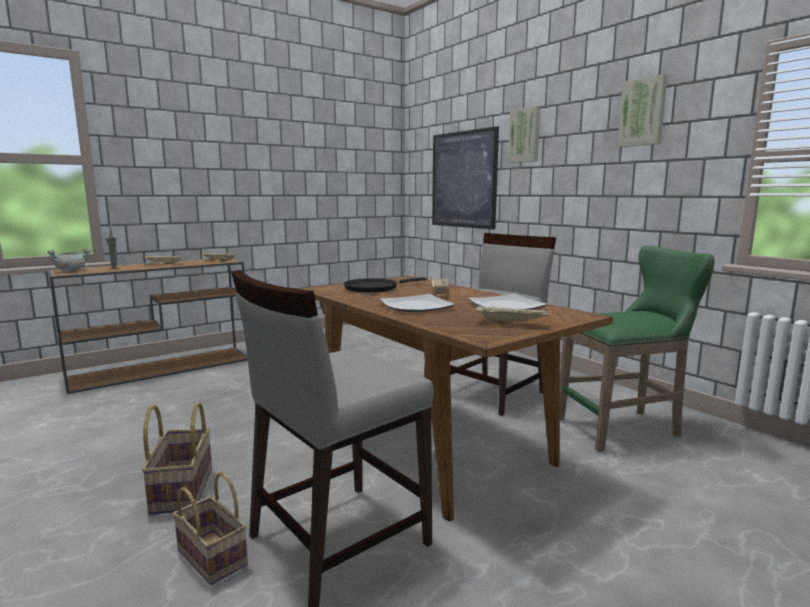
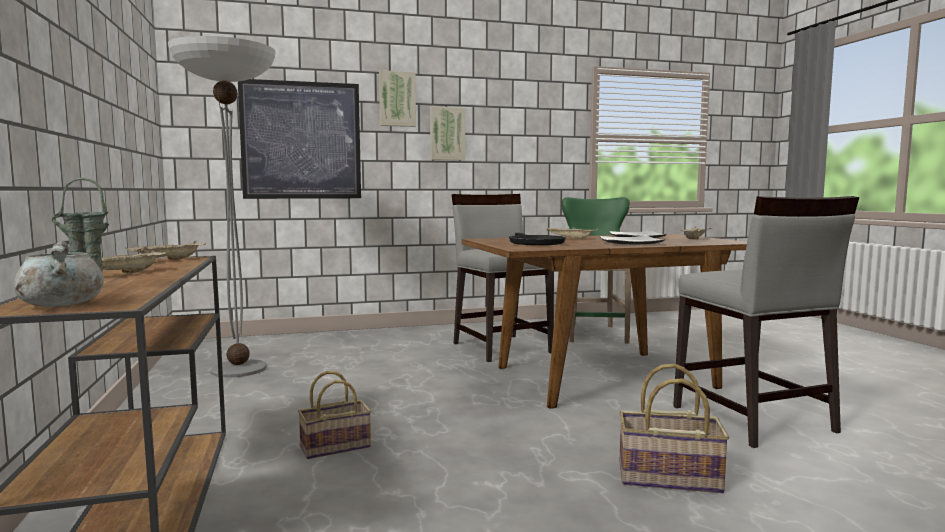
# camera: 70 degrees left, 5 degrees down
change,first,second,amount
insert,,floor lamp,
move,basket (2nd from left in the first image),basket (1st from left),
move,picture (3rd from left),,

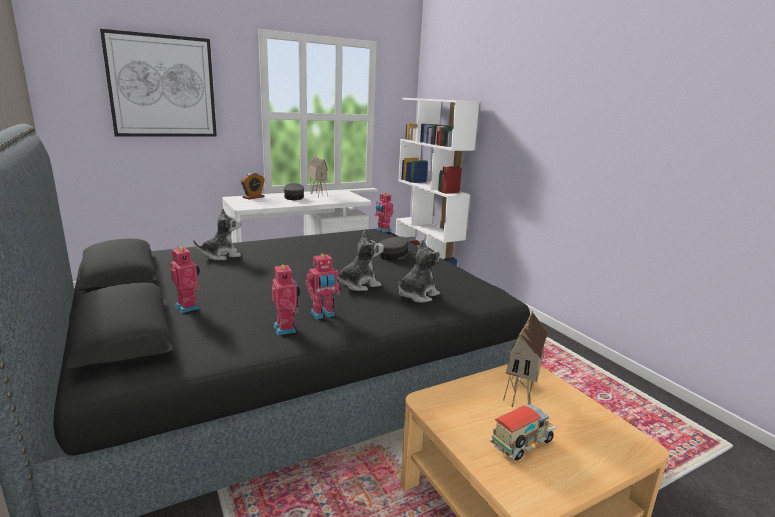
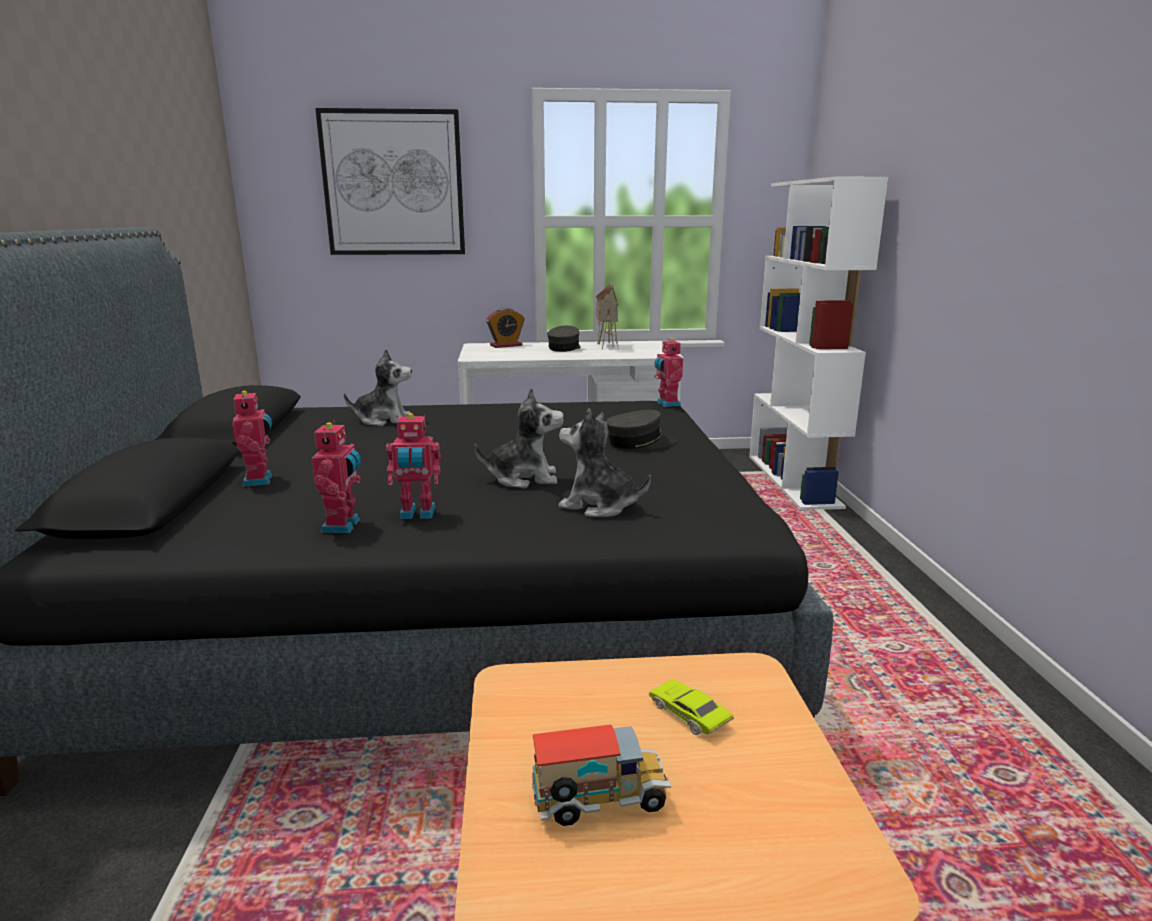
# camera: 25 degrees right, 0 degrees up
change,first,second,amount
replace,toy house (2nd from left),toy car (green),
rotate,plush toy (3rd from left),,135 degrees counterclockwise

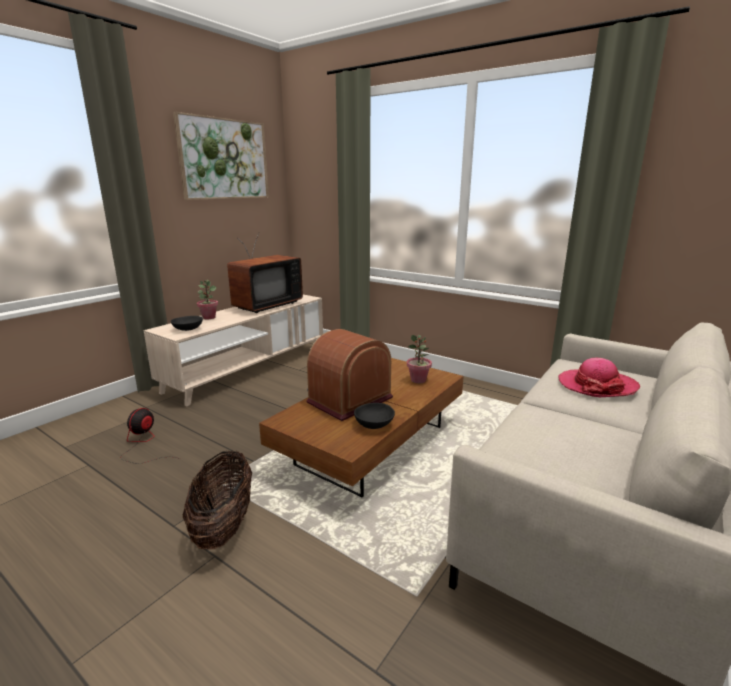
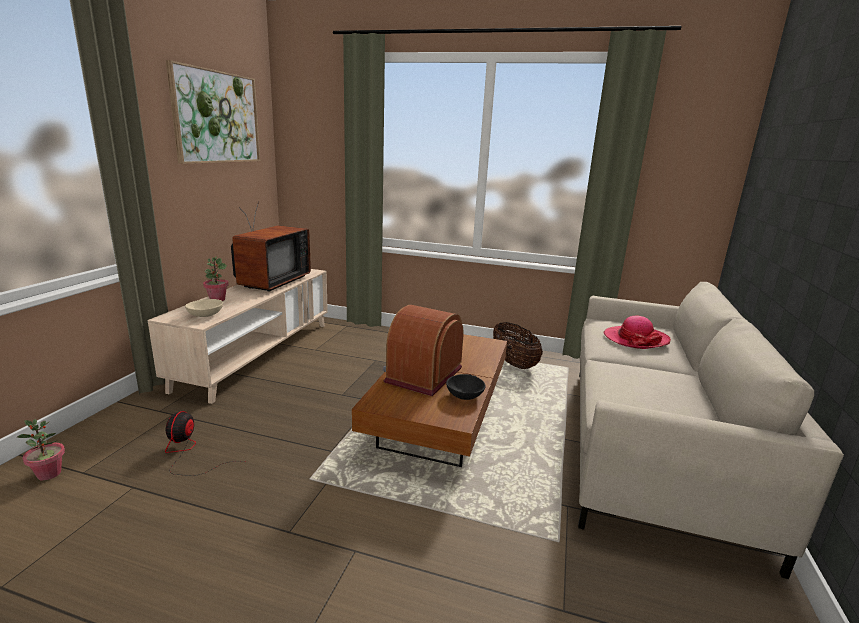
# camera: 20 degrees left, 0 degrees up
change,first,second,amount
move,basket,,
move,potted plant (2nd from left in the first image),potted plant (1st from left),
recolor,bowl (black) (1st from left),bowl (beige),

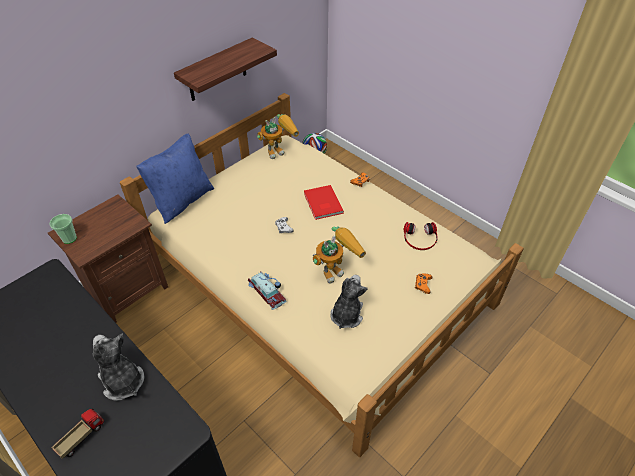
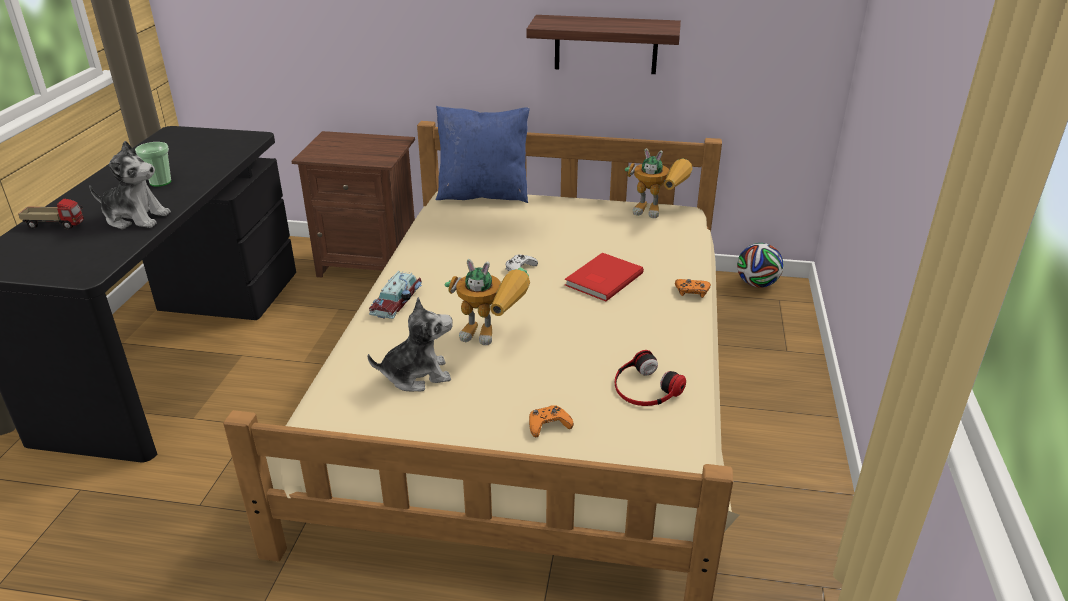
# camera: 55 degrees right, 15 degrees down
change,first,second,amount
move,cup,,
rotate,plush toy (1st from left),,90 degrees clockwise

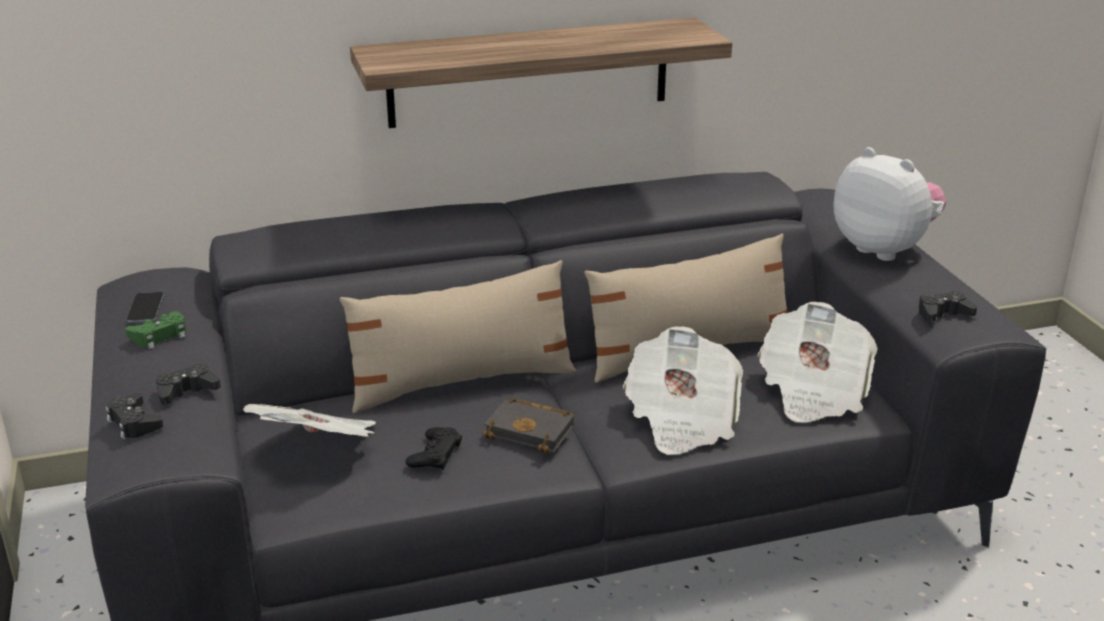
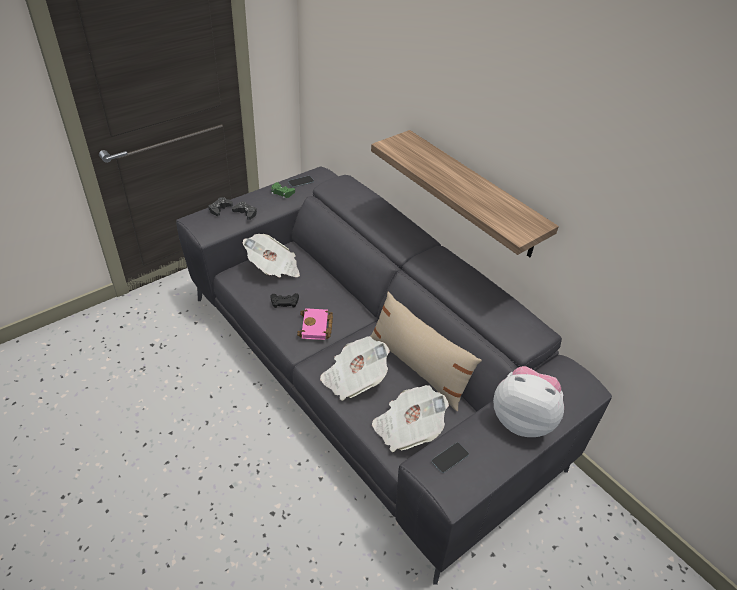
# camera: 65 degrees right, 15 degrees up
change,first,second,amount
delete,pillow (beige) (1st from left),,
replace,game controller (black) (4th from left),phone (2nd from left),
recolor,book (black),book (pink),
rotate,plush toy,,90 degrees counterclockwise

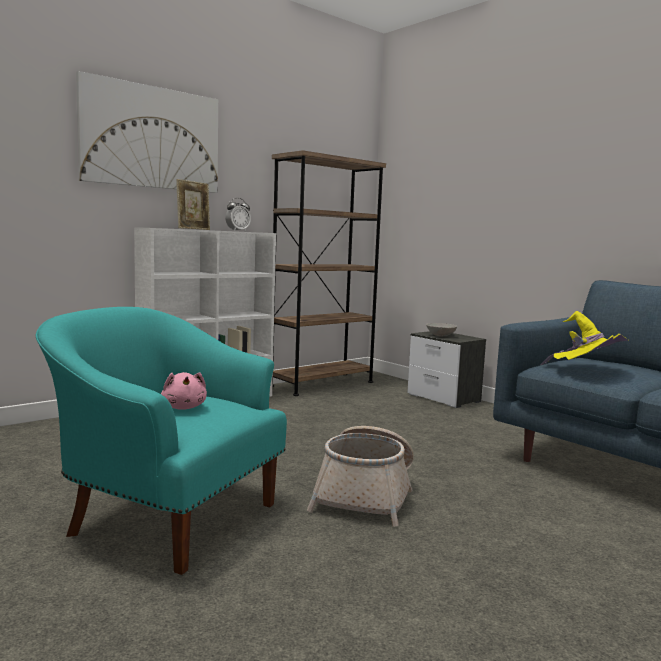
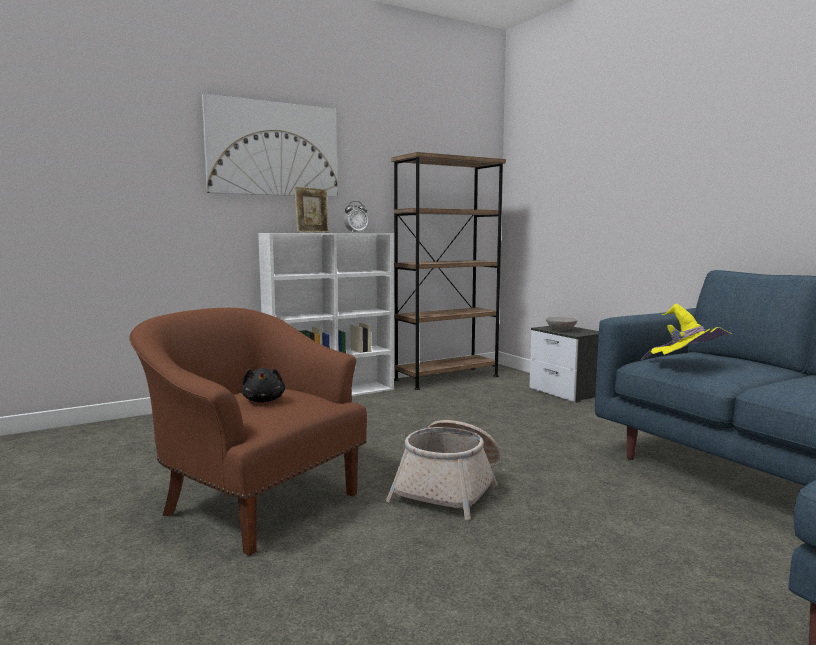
# camera: 10 degrees right, 0 degrees up
change,first,second,amount
recolor,armchair (turquoise),armchair (brown),
recolor,plush toy (pink),plush toy (black),

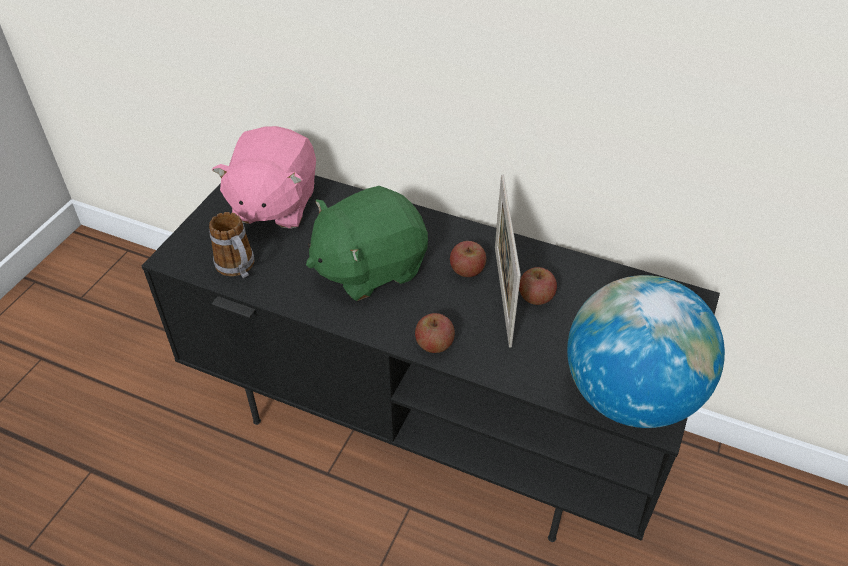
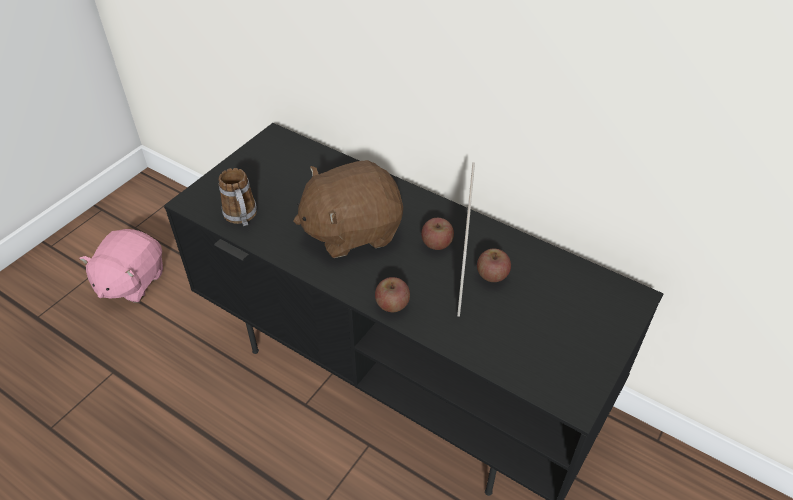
# camera: 10 degrees right, 0 degrees up
change,first,second,amount
delete,globe,,
move,plush toy (pink),,
recolor,plush toy (green),plush toy (brown),

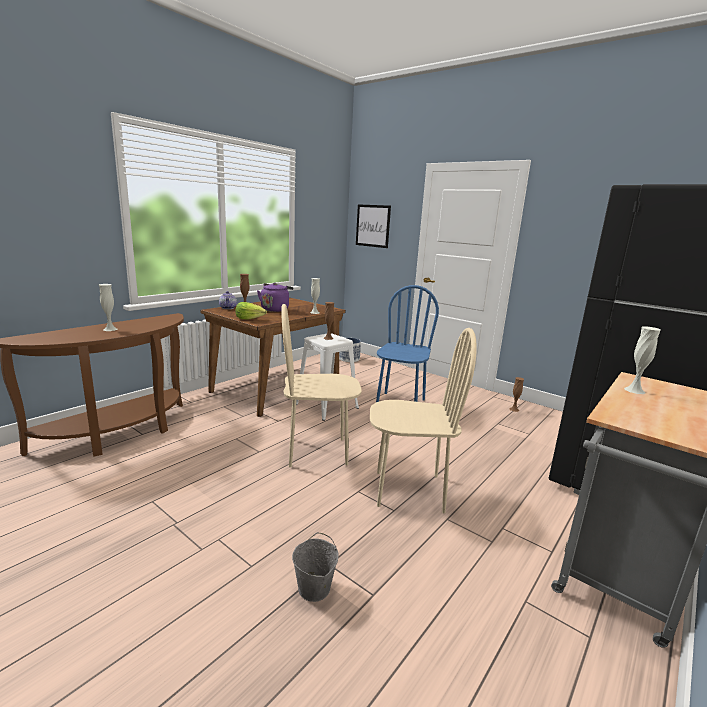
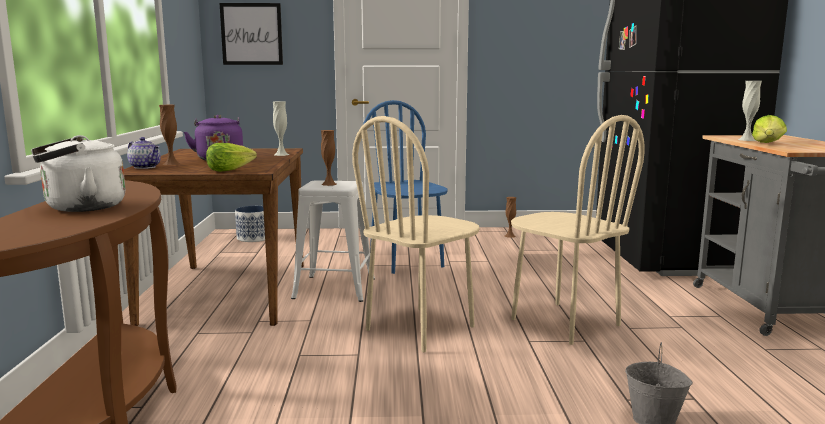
# camera: 40 degrees left, 5 degrees down
change,first,second,amount
insert,,lettuce (2nd from left),
replace,vase (white) (1st from left),kettle (white),
rotate,chair (beige) (2nd from left),,90 degrees clockwise

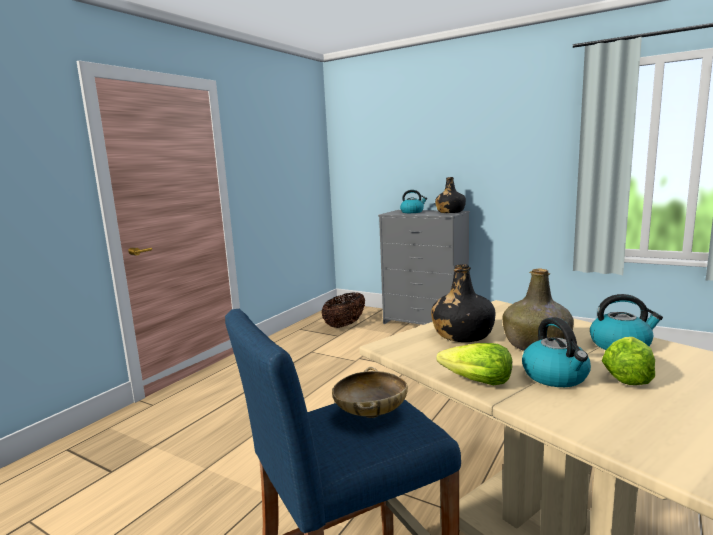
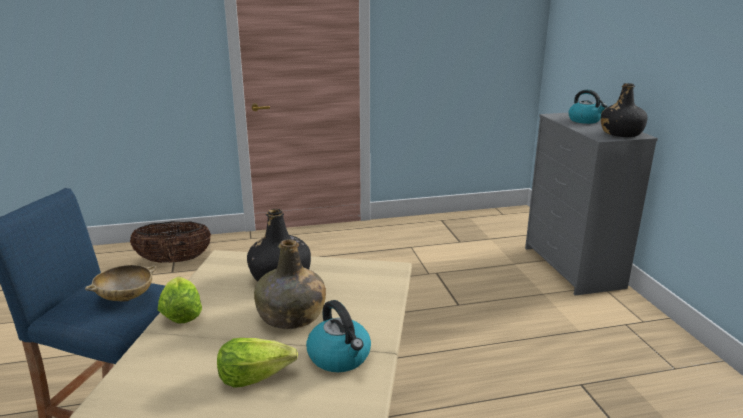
# camera: 45 degrees right, 10 degrees up
change,first,second,amount
delete,kettle (2nd from left),,
move,basket,,

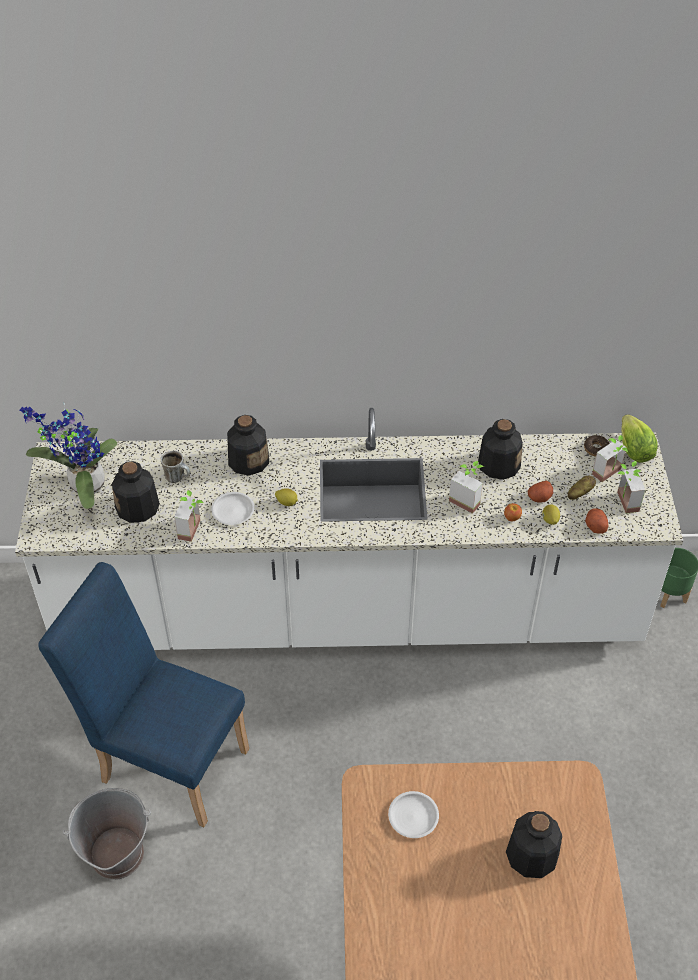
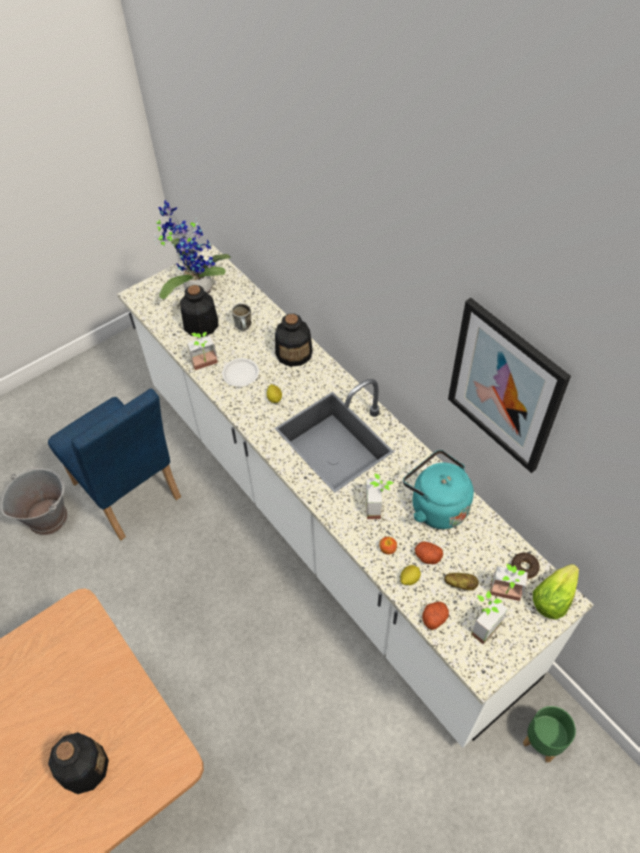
# camera: 55 degrees right, 5 degrees up
change,first,second,amount
delete,plate (white) (2nd from left),,
insert,,picture,
replace,bottle (3rd from left),kettle (turquoise),
rotate,chair (blue),,150 degrees clockwise

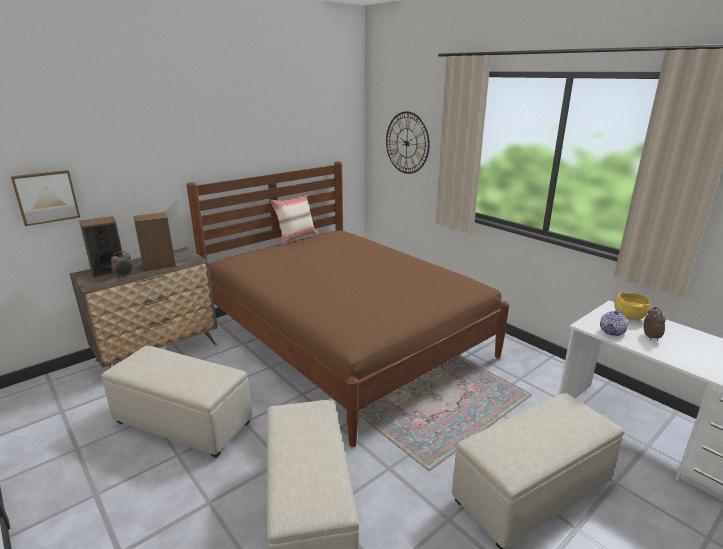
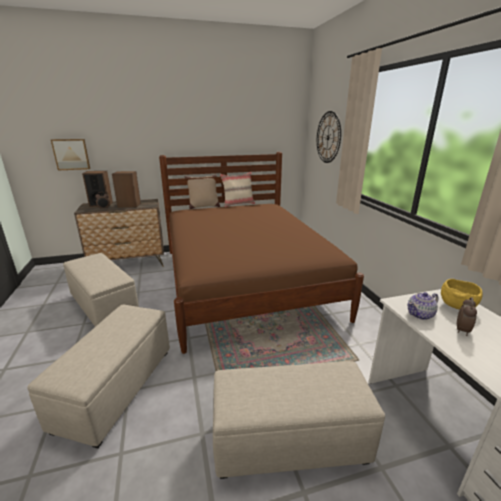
# camera: 25 degrees right, 0 degrees up
change,first,second,amount
insert,,pillow (beige) (1st from left),

